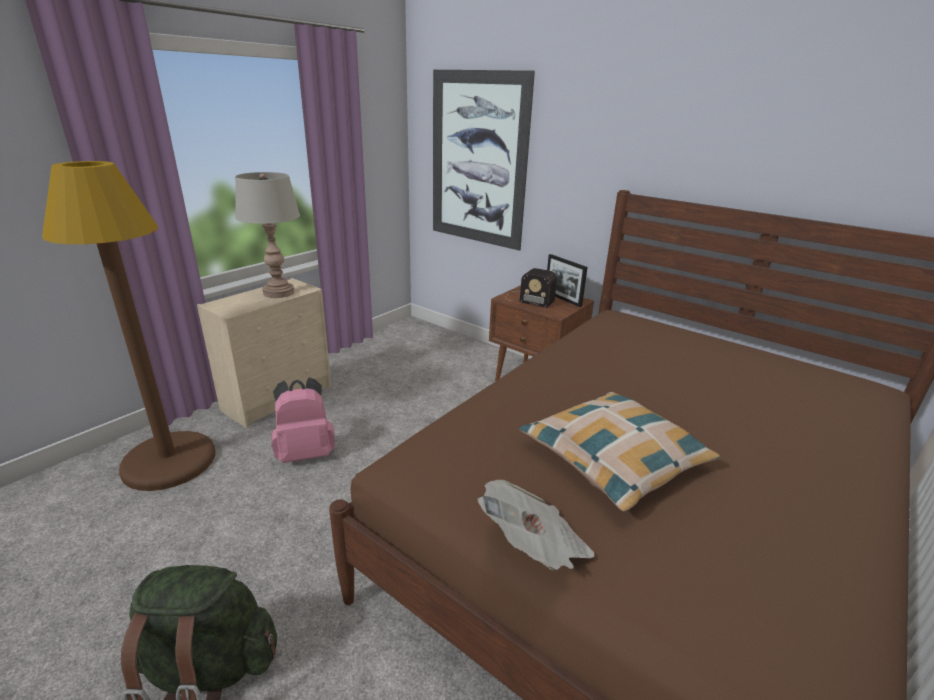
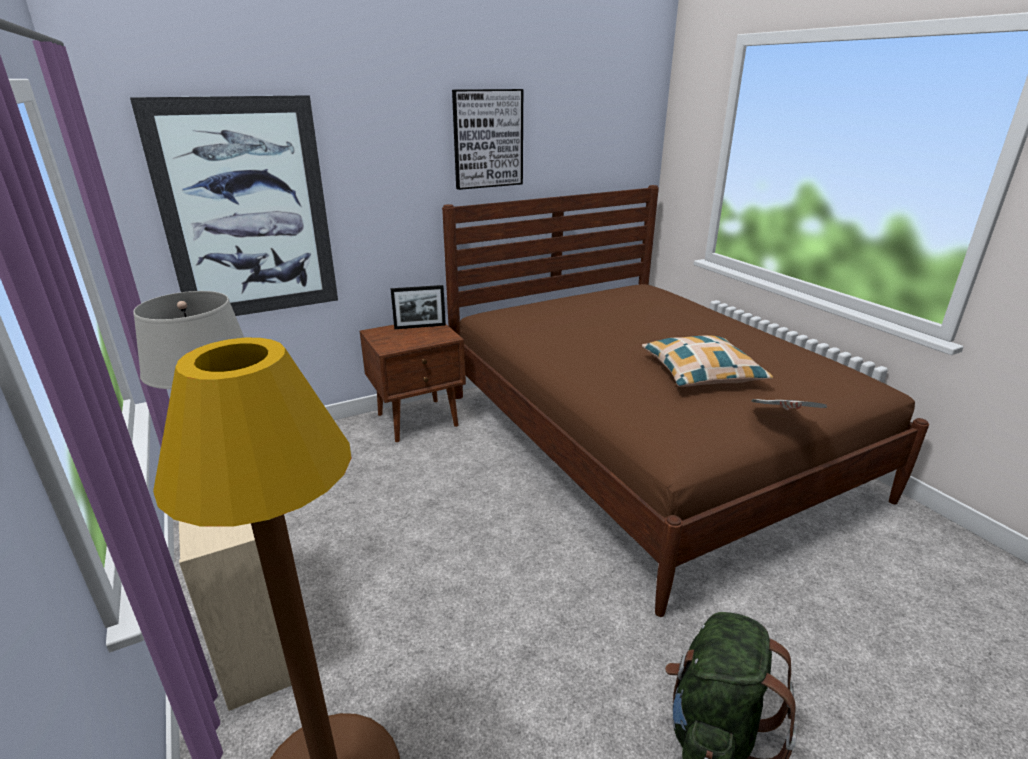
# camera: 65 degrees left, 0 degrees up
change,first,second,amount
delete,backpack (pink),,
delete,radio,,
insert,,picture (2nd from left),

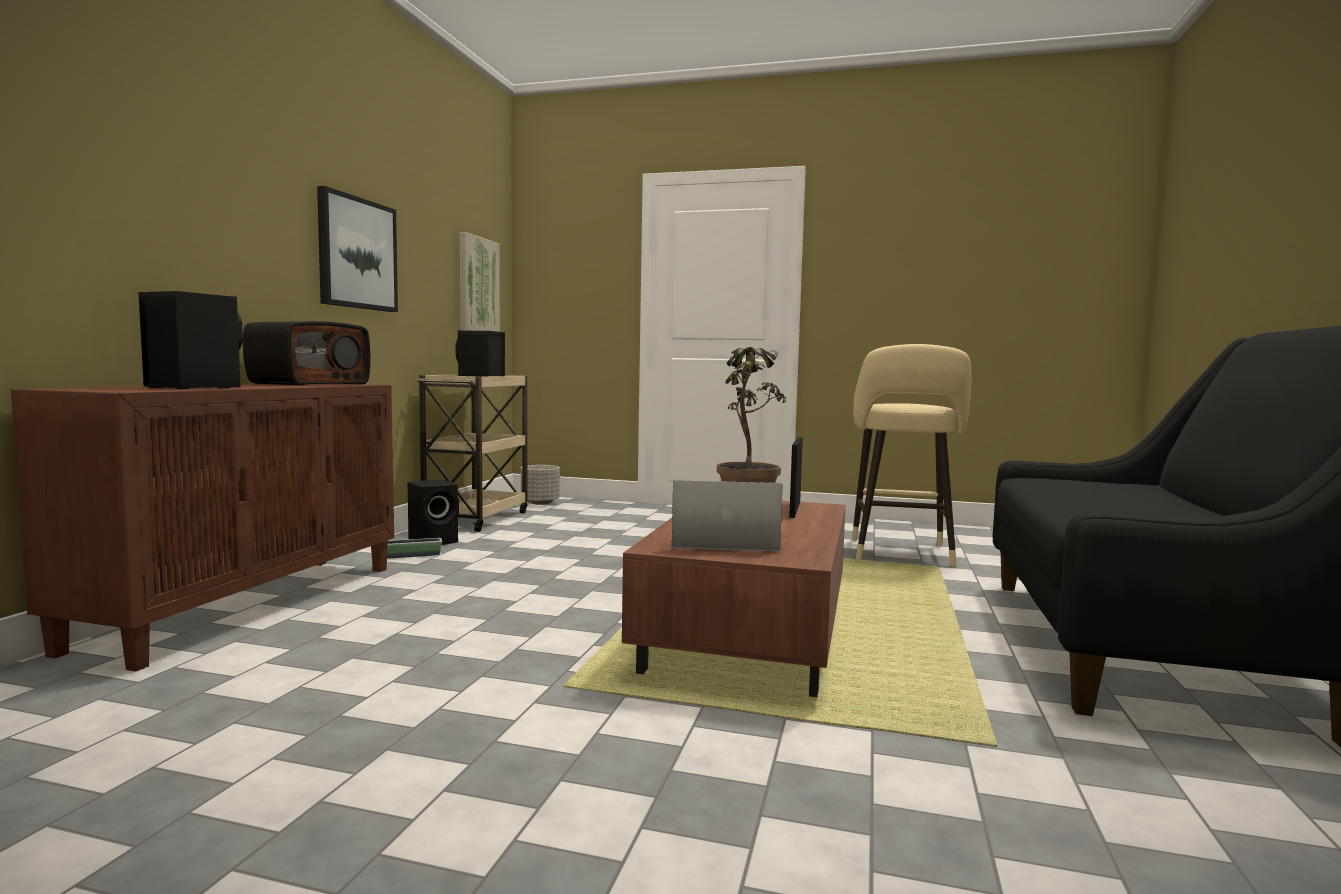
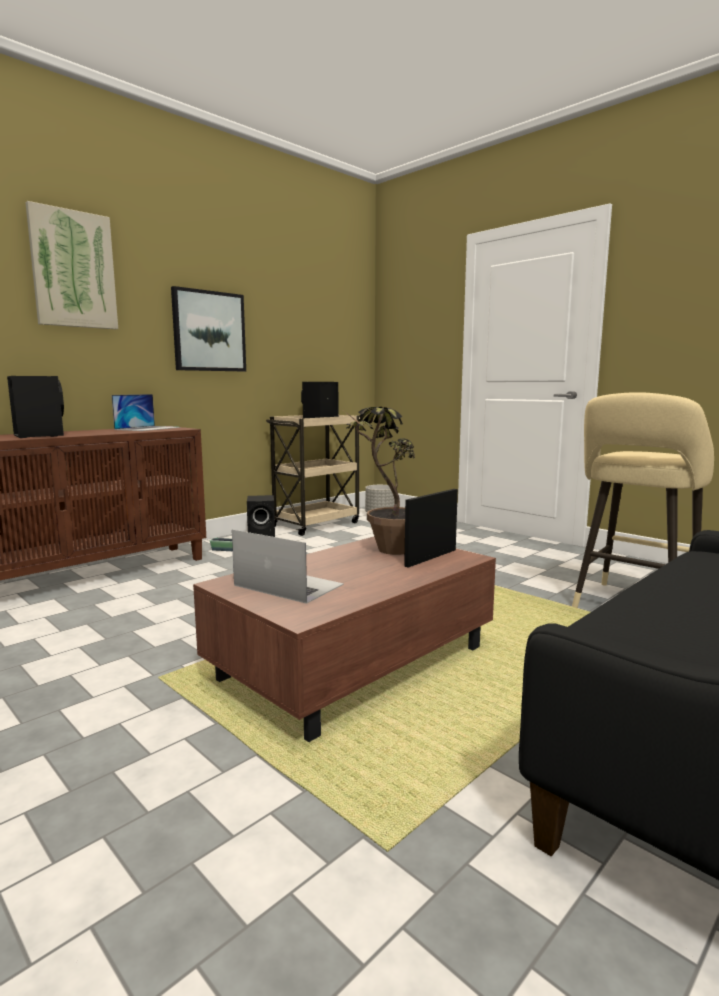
# camera: 30 degrees right, 5 degrees up
change,first,second,amount
move,picture (2nd from left in the first image),picture (1st from left),
replace,radio,laptop (1st from left),

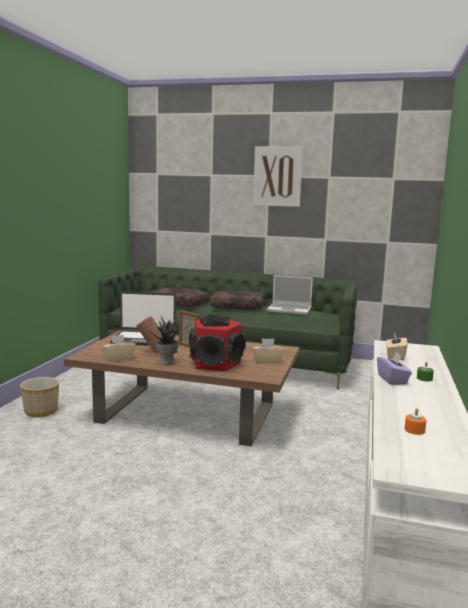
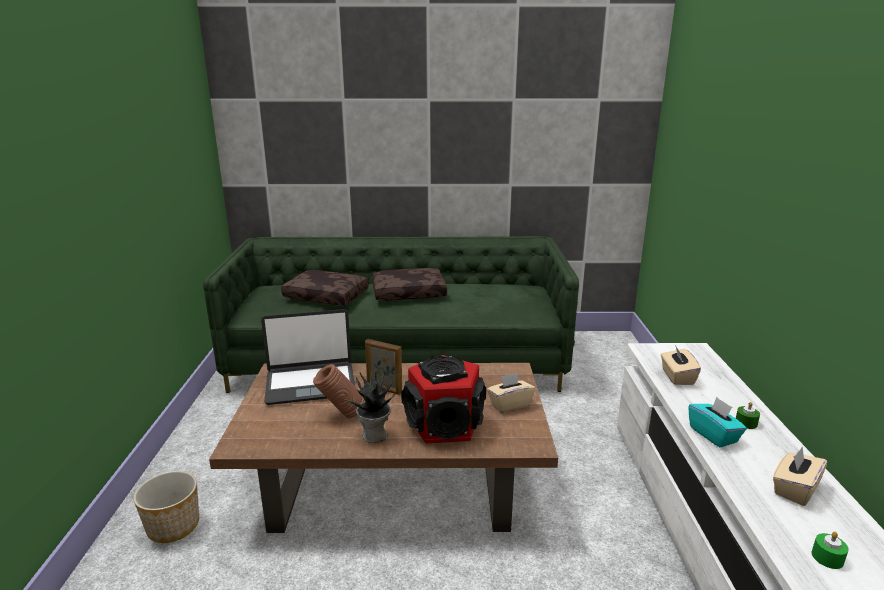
# camera: 15 degrees left, 10 degrees up
change,first,second,amount
delete,picture,,
delete,laptop (2nd from left),,
move,tissue box (beige) (1st from left in the first image),tissue box (beige) (3rd from left),
recolor,tissue box (purple),tissue box (turquoise),
recolor,candle (orange),candle (green) (2nd from left),

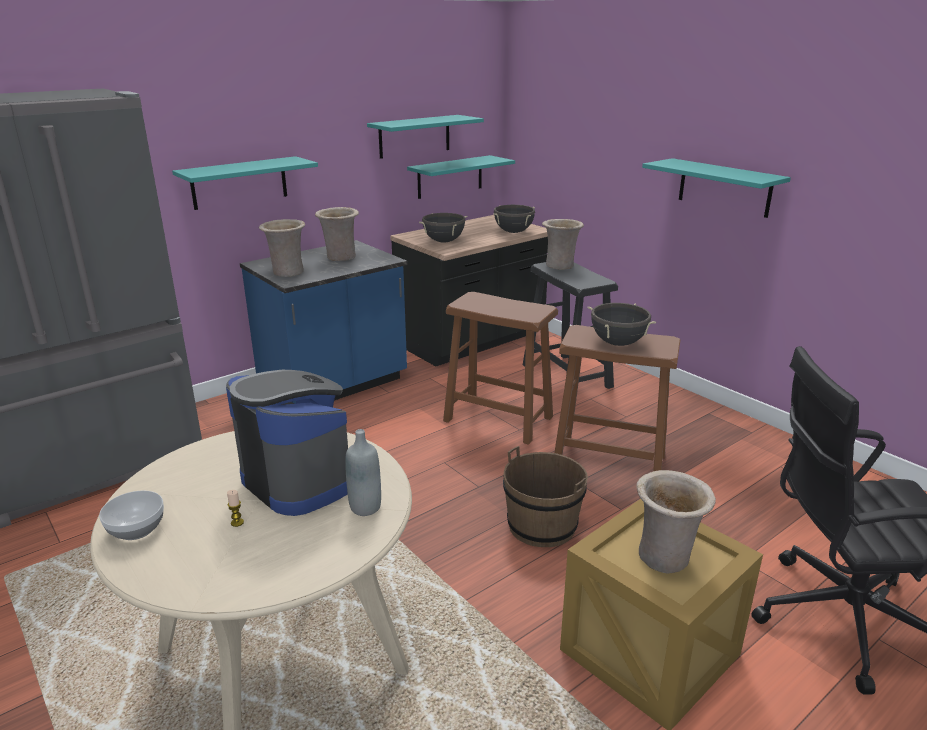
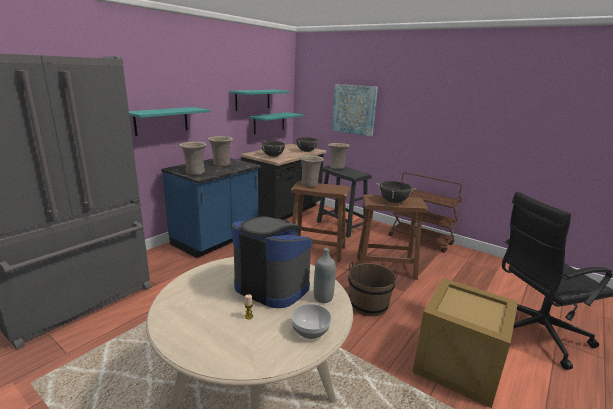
# camera: 15 degrees left, 5 degrees down
change,first,second,amount
delete,shelf (turquoise) (4th from left),,
insert,,picture,
insert,,cart (brown),
move,bowl,,
move,vase (beige) (4th from left in the first image),vase (beige) (3rd from left),

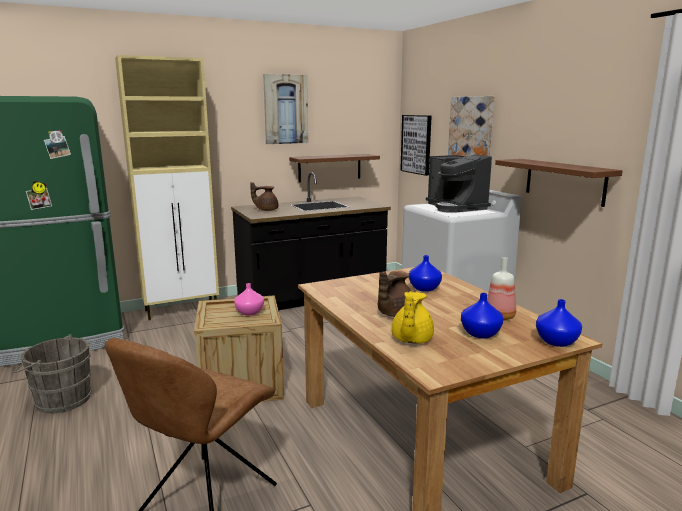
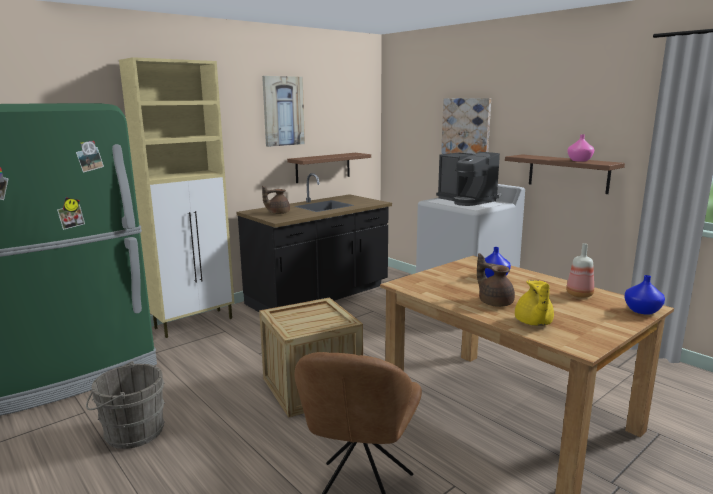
# camera: 15 degrees left, 0 degrees up
change,first,second,amount
delete,picture (2nd from left),,
delete,vase (blue) (2nd from left),,
move,vase (pink),,
rotate,teapot (brown) (2nd from left),,120 degrees clockwise

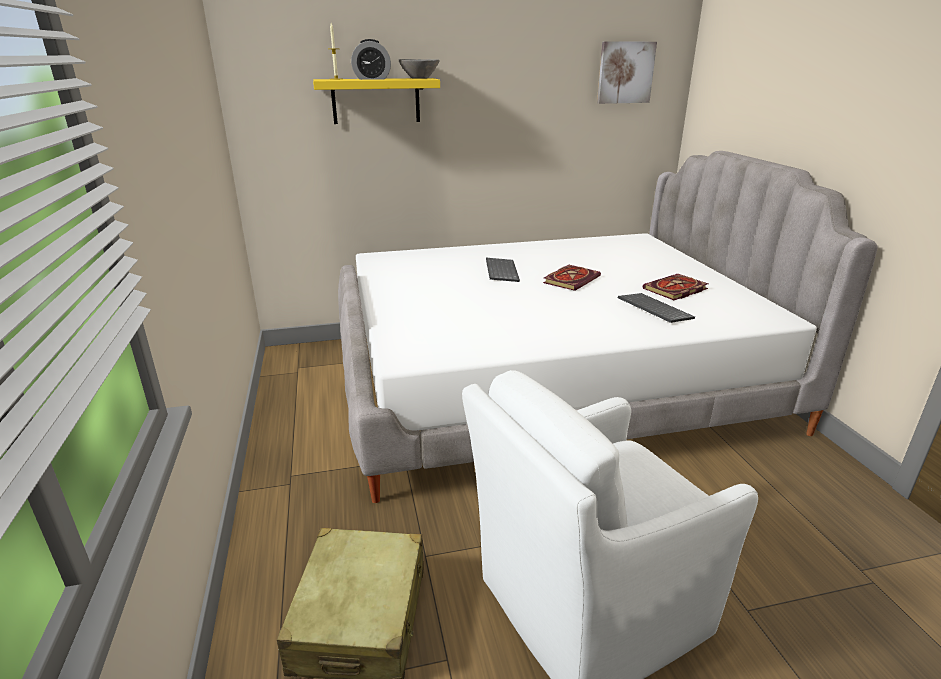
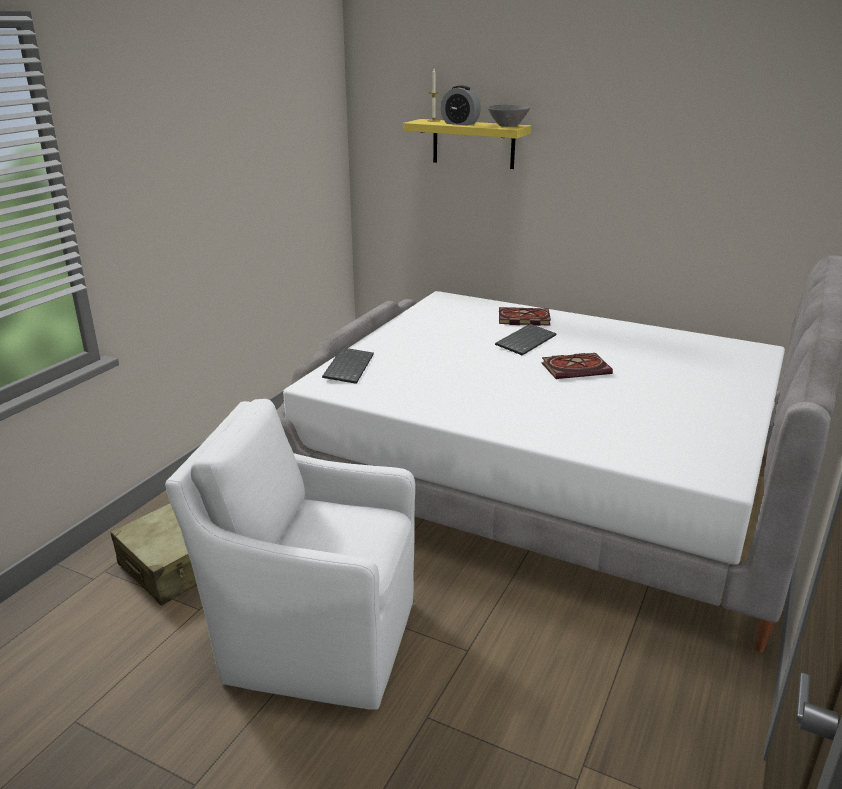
# camera: 40 degrees right, 0 degrees up
change,first,second,amount
delete,picture,,
move,keyboard (2nd from left in the first image),keyboard (1st from left),
move,book (2nd from left in the first image),book (1st from left),

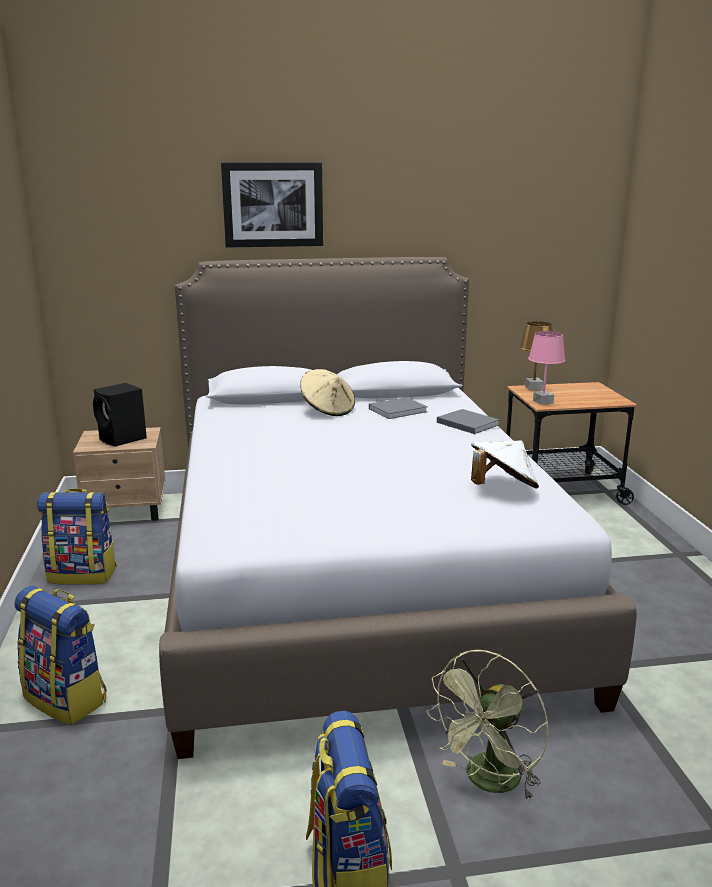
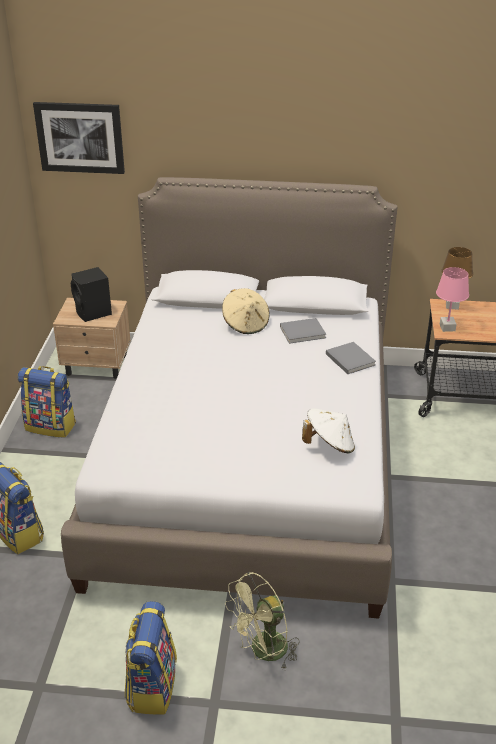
# camera: 15 degrees right, 15 degrees up
change,first,second,amount
move,picture,,

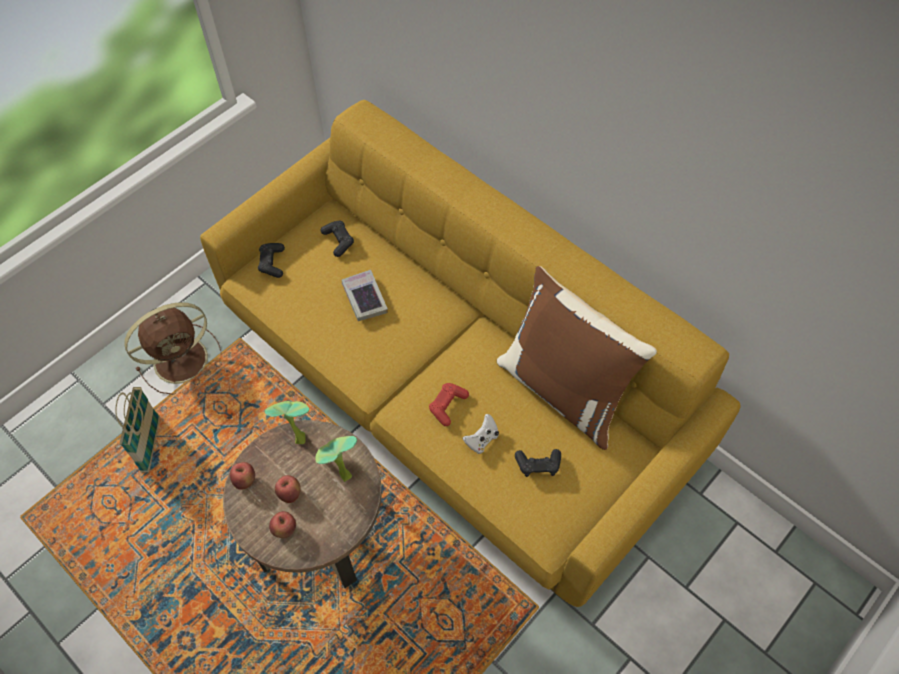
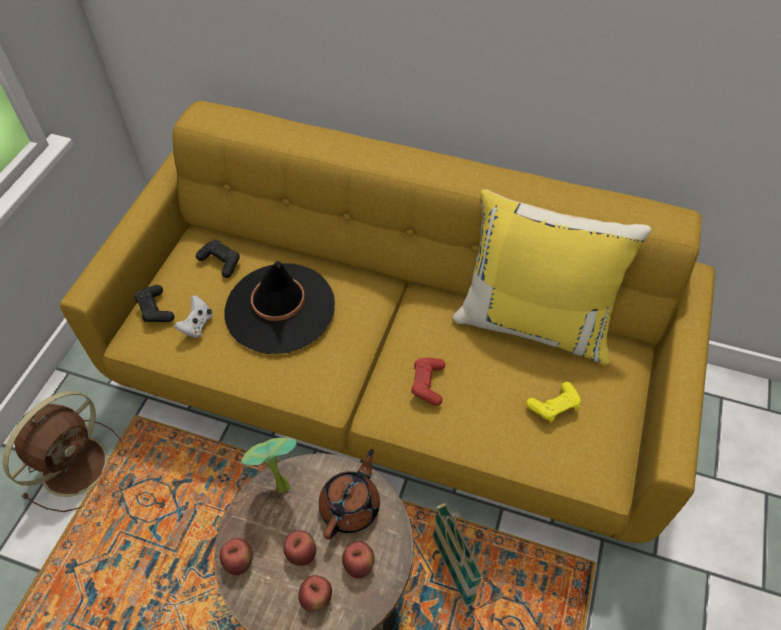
# camera: 25 degrees left, 5 degrees down
change,first,second,amount
insert,,apple (4th from left),
move,basket,,
move,game controller (white),,
replace,potted plant (2nd from left),teapot (brown),
replace,book,hat (black),
recolor,pillow (brown),pillow (yellow),
recolor,game controller (black) (3rd from left),game controller (yellow),

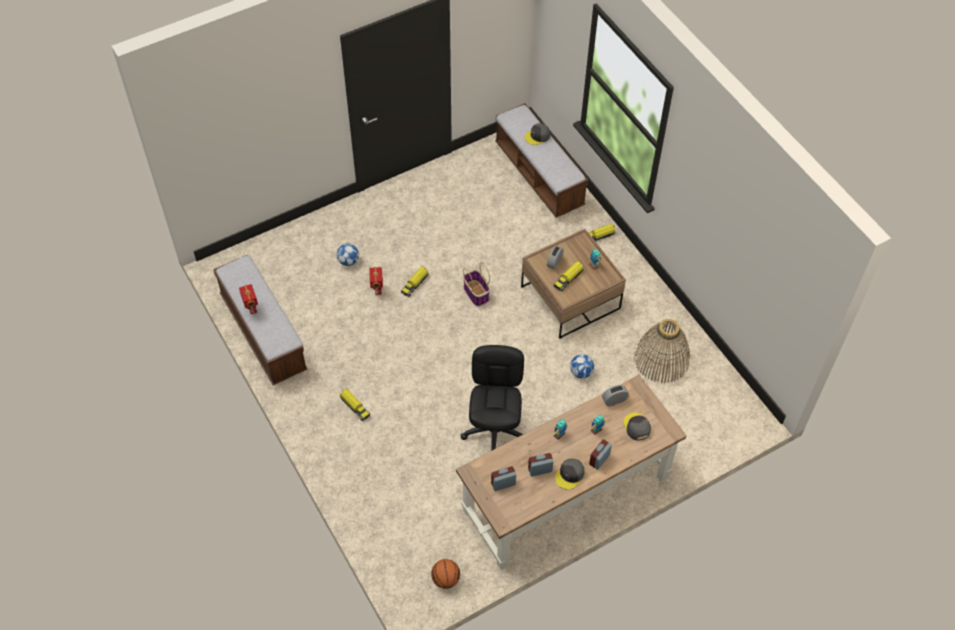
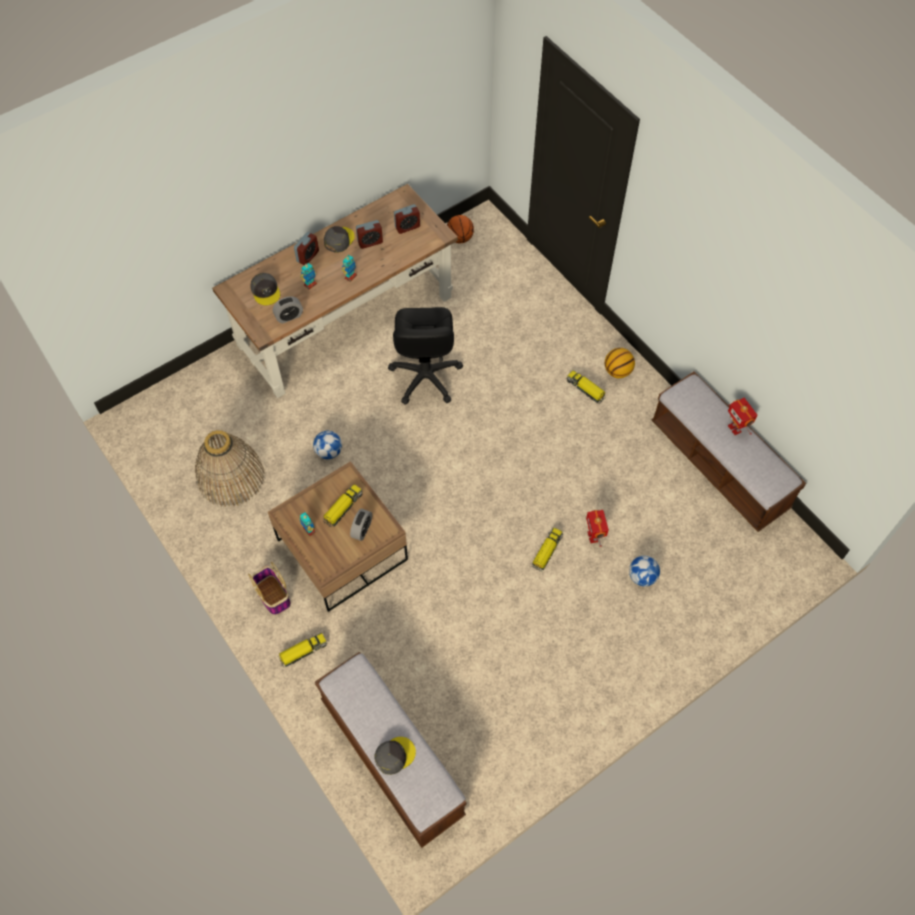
# camera: 175 degrees right, 5 degrees up
change,first,second,amount
insert,,basketball (2nd from left),
move,basket (1st from left in the first image),basket (2nd from left),

